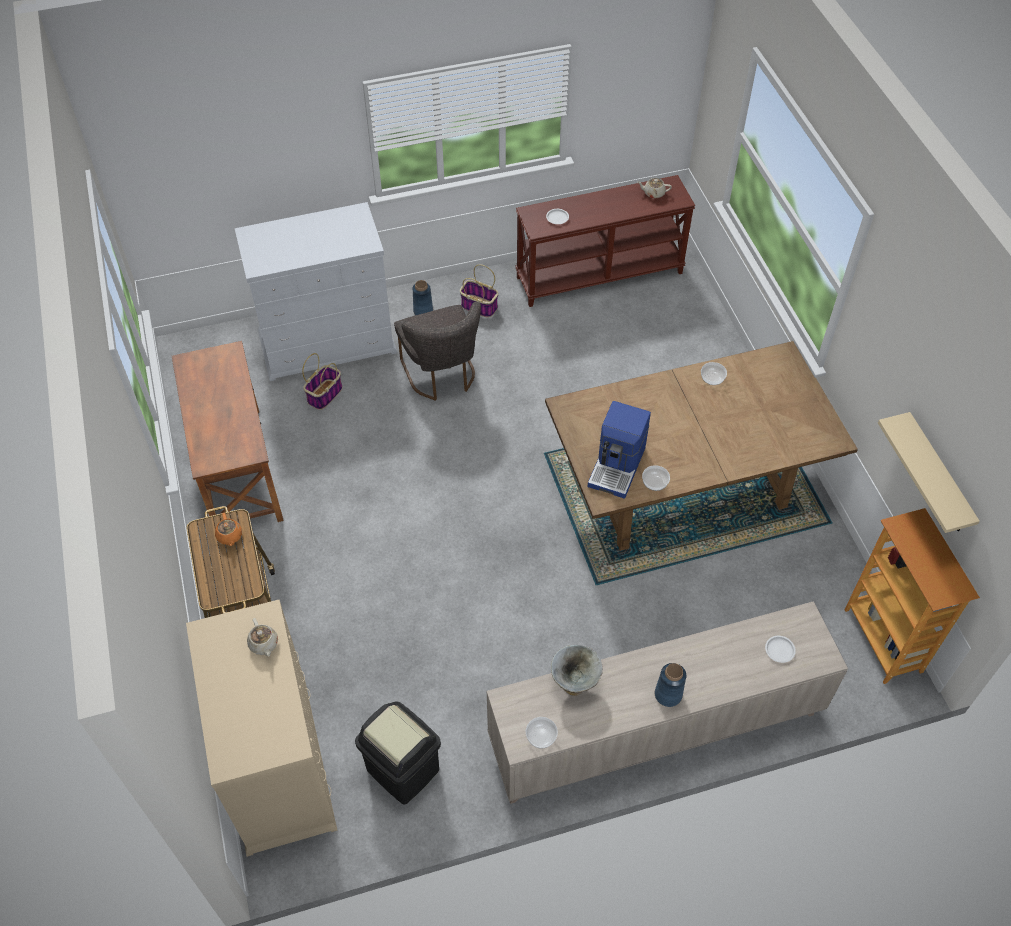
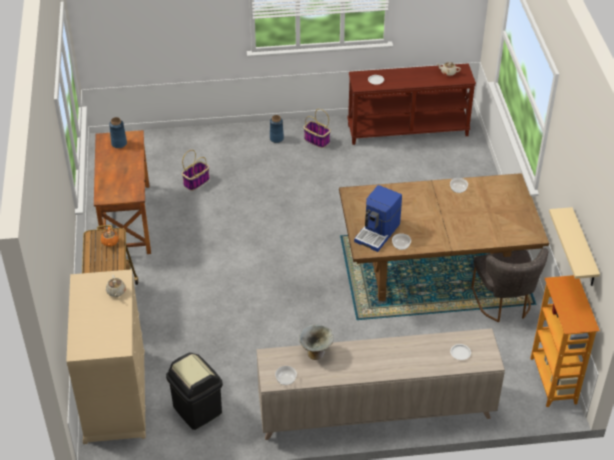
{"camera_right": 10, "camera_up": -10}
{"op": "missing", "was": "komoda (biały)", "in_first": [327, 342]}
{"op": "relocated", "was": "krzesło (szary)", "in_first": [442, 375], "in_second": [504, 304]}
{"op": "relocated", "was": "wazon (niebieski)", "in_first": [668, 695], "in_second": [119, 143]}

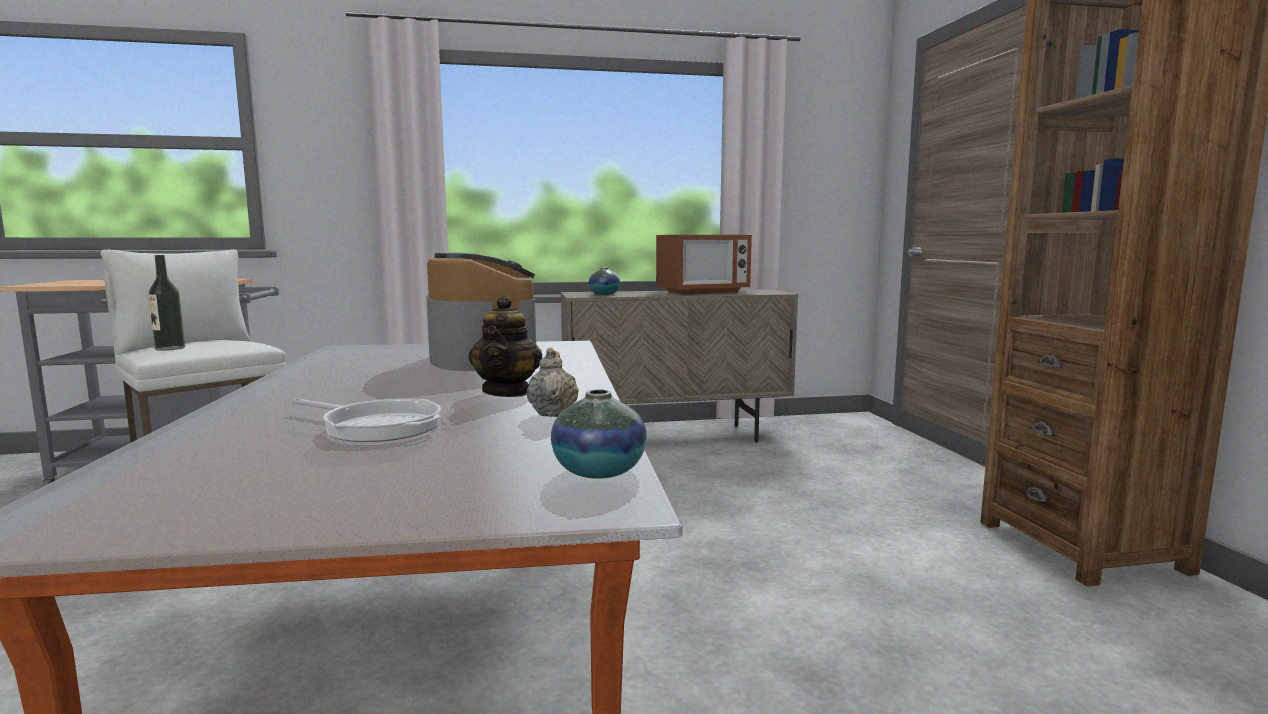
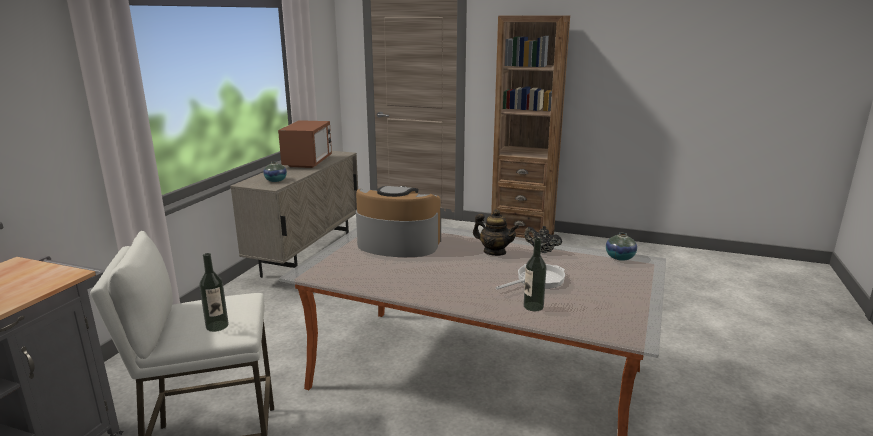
{"camera_right": -60, "camera_up": 10}
{"op": "colour", "was": "imbryk (beżowy)", "now": "imbryk (czarny)", "in_first": [553, 413], "in_second": [542, 251]}
{"op": "appeared", "now": "butelka", "in_second": [533, 306]}

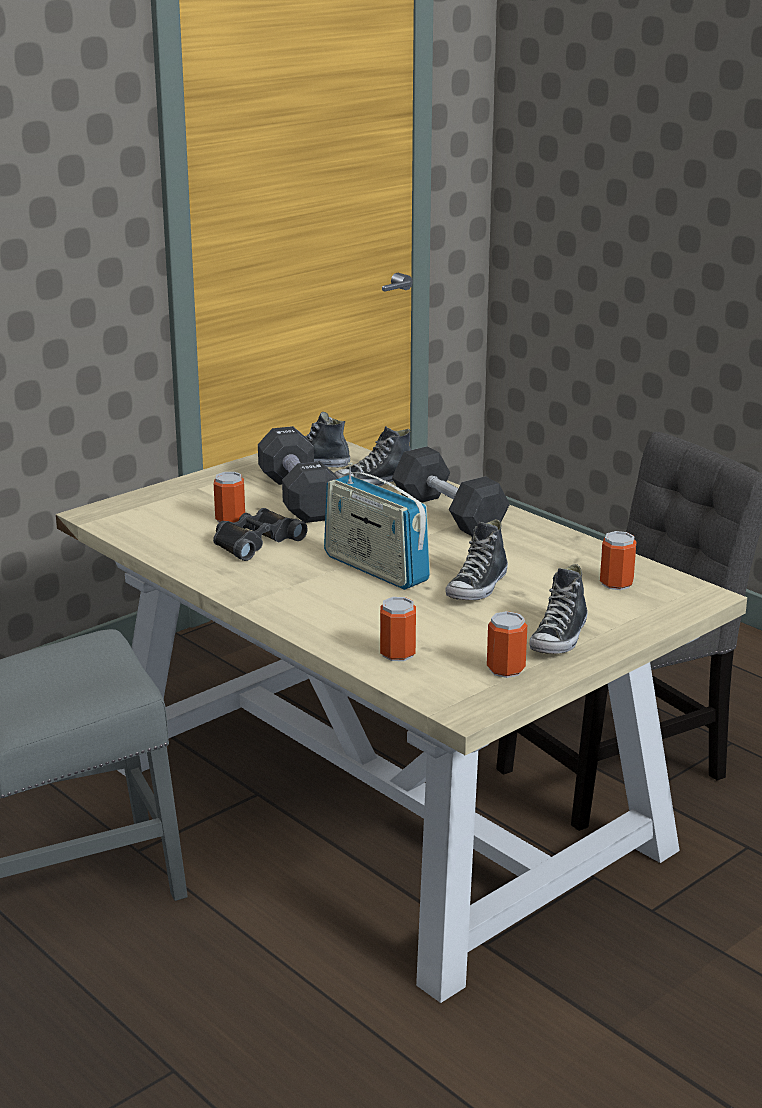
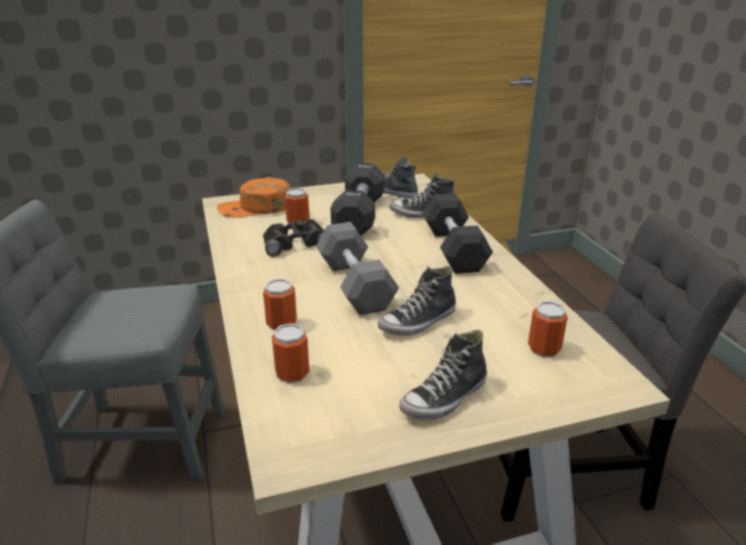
{"camera_right": 25, "camera_up": 5}
{"op": "exchanged", "was": "radio", "now": "hantel (szary)", "in_first": [375, 569], "in_second": [355, 285]}
{"op": "relocated", "was": "puszka", "in_first": [506, 669], "in_second": [281, 324]}
{"op": "appeared", "now": "czapka z daszkiem (pomarańczowy)", "in_second": [255, 207]}

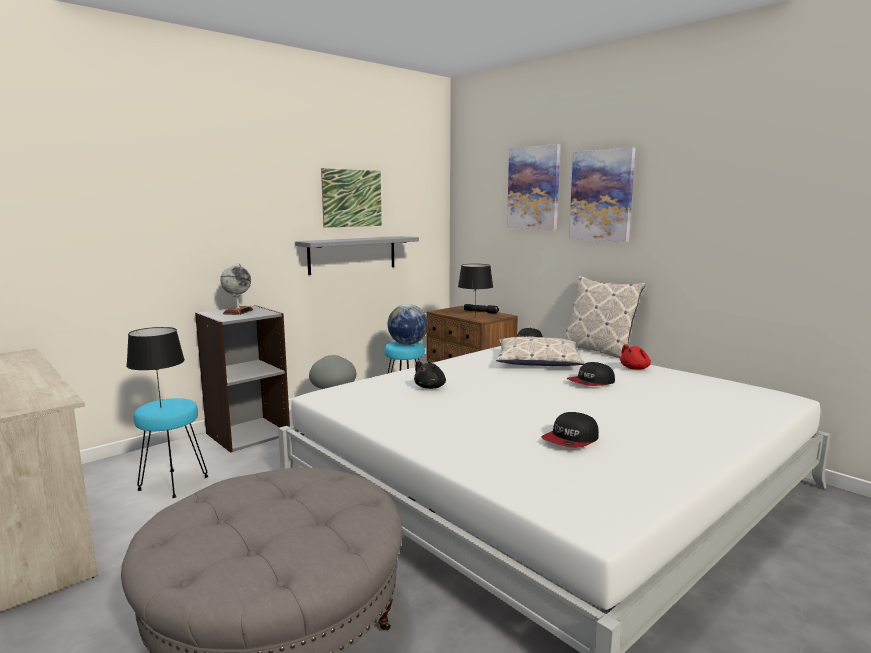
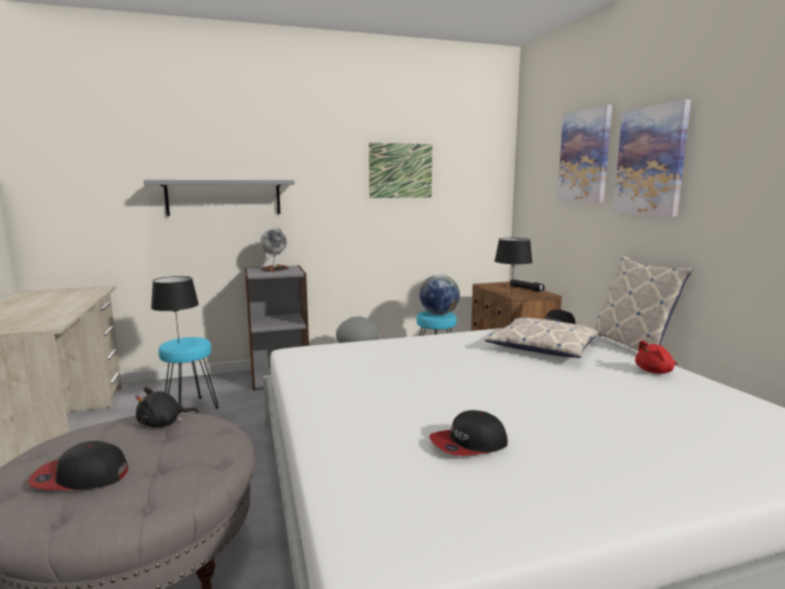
{"camera_right": 25, "camera_up": 0}
{"op": "relocated", "was": "półka (szary)", "in_first": [352, 254], "in_second": [224, 197]}
{"op": "relocated", "was": "pluszak (czarny)", "in_first": [431, 387], "in_second": [163, 423]}
{"op": "relocated", "was": "czapka z daszkiem", "in_first": [591, 382], "in_second": [80, 477]}

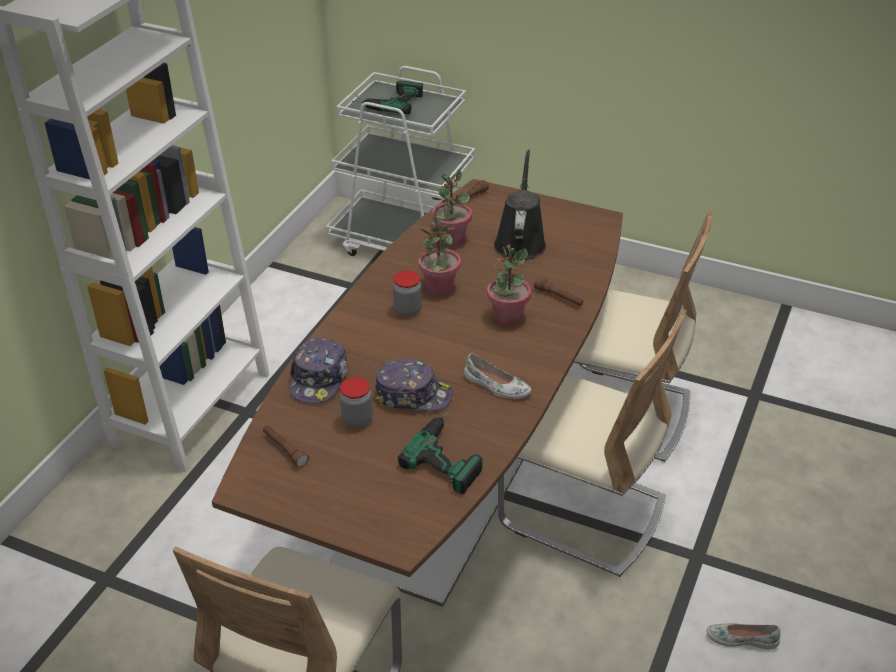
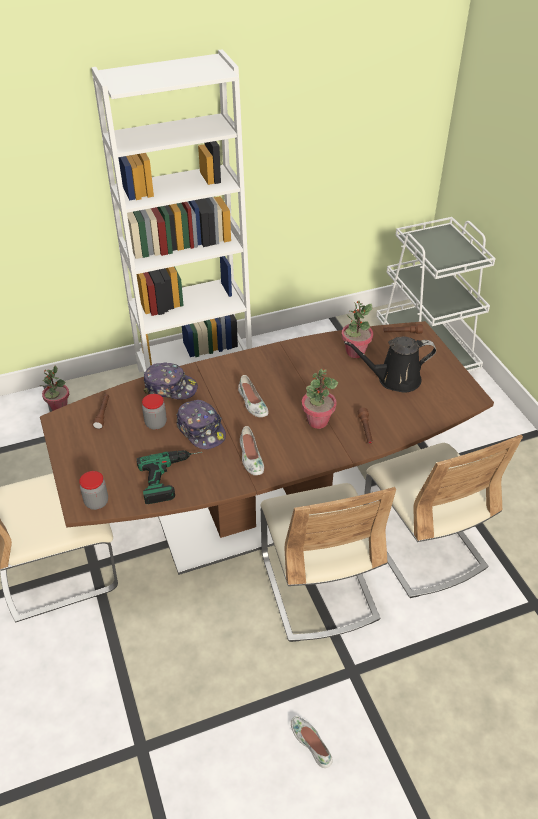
{"camera_right": 45, "camera_up": 5}
{"op": "spun", "was": "czapka z daszkiem", "in_first": [319, 379], "in_second": [170, 387], "clockwise": -135}
{"op": "missing", "was": "wiertarka", "in_first": [387, 102]}
{"op": "relocated", "was": "słoik", "in_first": [407, 310], "in_second": [96, 502]}
{"op": "relocated", "was": "roślina doniczkowa", "in_first": [439, 287], "in_second": [59, 407]}
{"op": "spun", "was": "konewka (czarny)", "in_first": [520, 242], "in_second": [394, 379], "clockwise": -150}
{"op": "appeared", "now": "but (biały)", "in_second": [252, 403]}

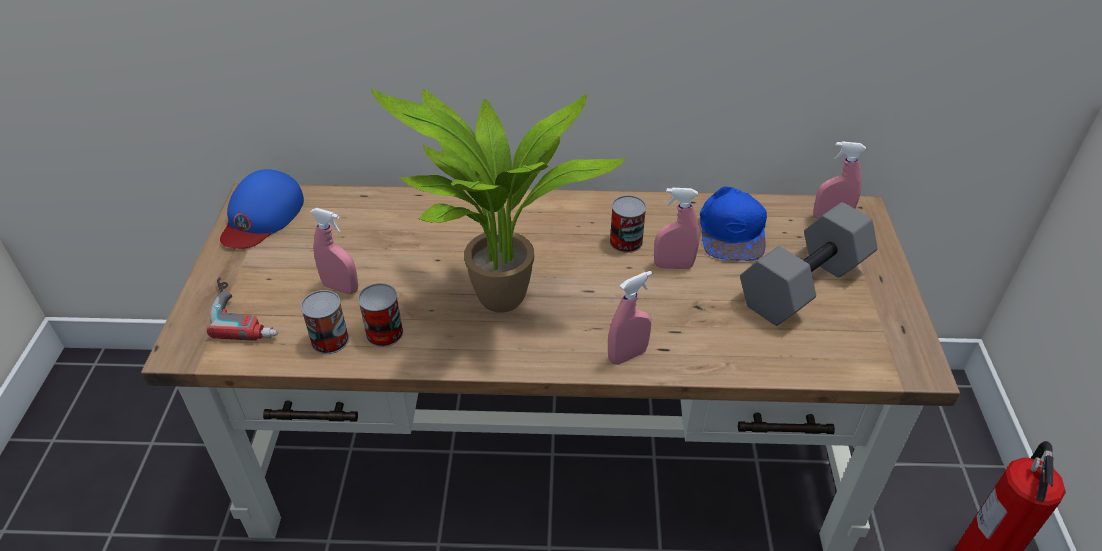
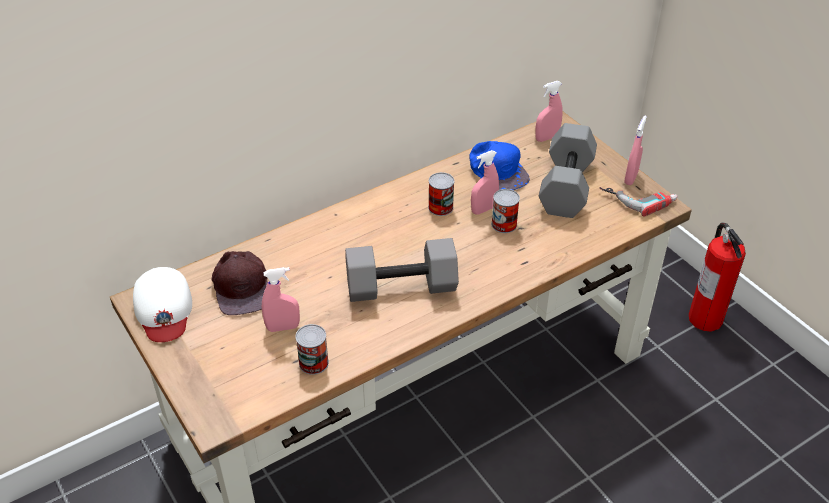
{"camera_right": -35, "camera_up": 0}
{"op": "relocated", "was": "wiertarka", "in_first": [248, 312], "in_second": [638, 197]}
{"op": "colour", "was": "czapka z daszkiem (niebieski)", "now": "czapka z daszkiem (biały)", "in_first": [262, 216], "in_second": [164, 309]}
{"op": "relocated", "was": "puszka", "in_first": [384, 333], "in_second": [504, 224]}
{"op": "exchanged", "was": "roślina doniczkowa", "now": "hantel (szary)", "in_first": [499, 305], "in_second": [402, 285]}
{"op": "relocated", "was": "spryskiwacz (różowy)", "in_first": [627, 355], "in_second": [631, 178]}
{"op": "appeared", "now": "czapka z daszkiem (brązowy)", "in_second": [242, 286]}

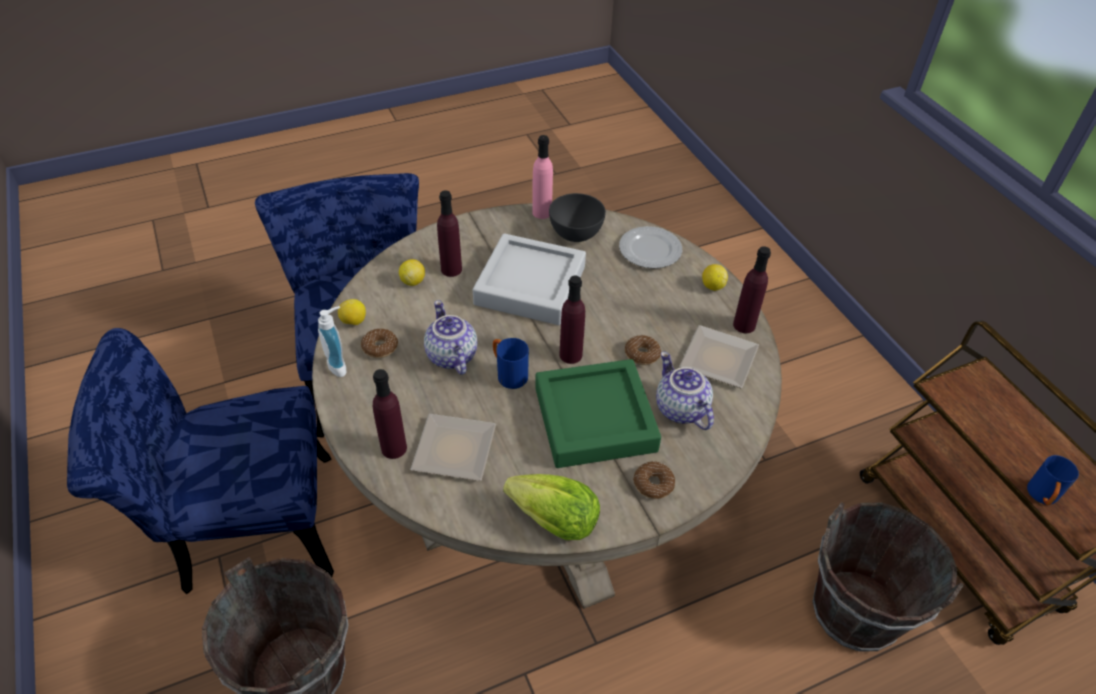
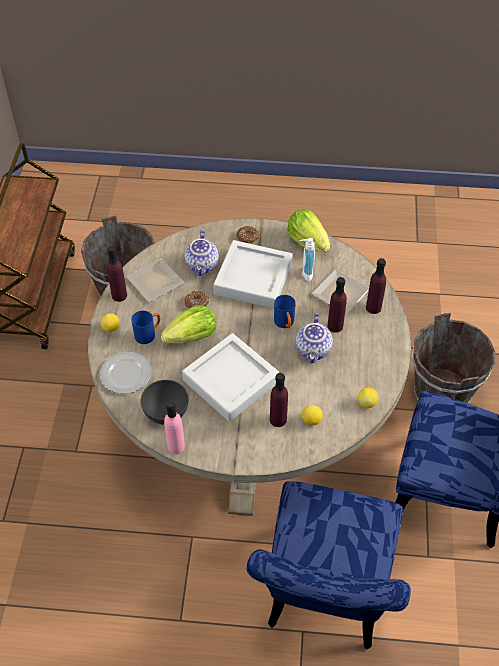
{"camera_right": -150, "camera_up": 5}
{"op": "relocated", "was": "dozownik mydła", "in_first": [340, 365], "in_second": [305, 274]}
{"op": "missing", "was": "donut", "in_first": [380, 347]}
{"op": "colour", "was": "taca (zielony)", "now": "taca (szary)", "in_first": [595, 419], "in_second": [253, 279]}
{"op": "relocated", "was": "butelka (fioletowy)", "in_first": [570, 355], "in_second": [335, 326]}
{"op": "relocated", "was": "kubek (niebieski)", "in_first": [1042, 497], "in_second": [148, 334]}
{"op": "appeared", "now": "sałata", "in_second": [192, 337]}

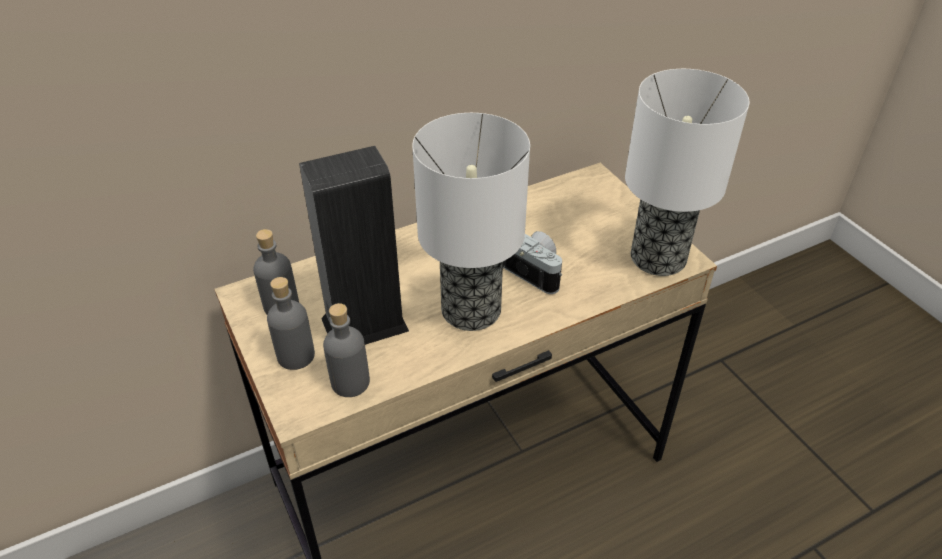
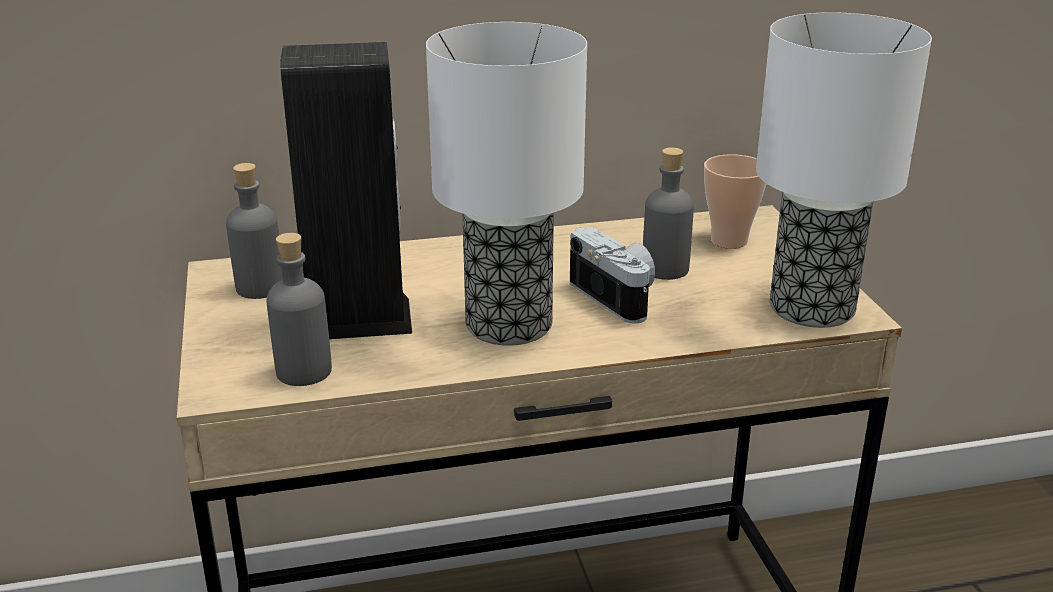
{"camera_right": 15, "camera_up": -15}
{"op": "relocated", "was": "butelka (szary)", "in_first": [296, 355], "in_second": [665, 269]}
{"op": "appeared", "now": "filiżanka", "in_second": [729, 241]}

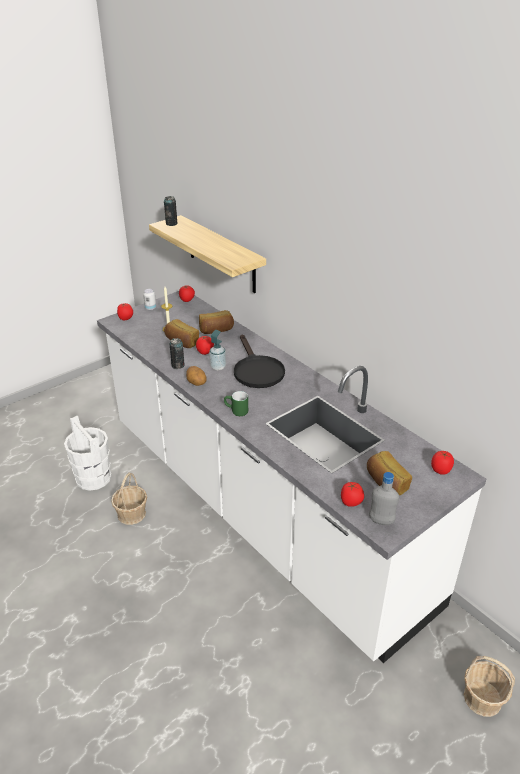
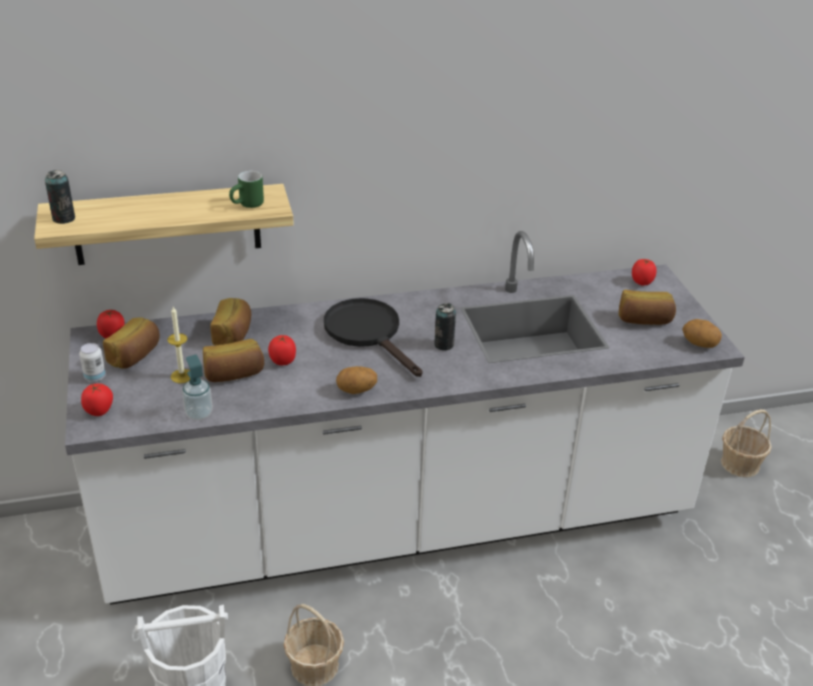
{"camera_right": -65, "camera_up": 0}
{"op": "relocated", "was": "puszka", "in_first": [178, 365], "in_second": [444, 345]}
{"op": "relocated", "was": "dozownik mydła", "in_first": [218, 367], "in_second": [199, 414]}
{"op": "relocated", "was": "kubek (zielony)", "in_first": [236, 412], "in_second": [248, 206]}
{"op": "spun", "was": "patelnia (czarny)", "in_first": [256, 370], "in_second": [368, 333], "clockwise": -135}
{"op": "missing", "was": "pomidor", "in_first": [351, 503]}
{"op": "exchanged", "was": "butelka (szary)", "now": "ziemniak", "in_first": [381, 521], "in_second": [699, 344]}
{"op": "appeared", "now": "chleb", "in_second": [135, 355]}

